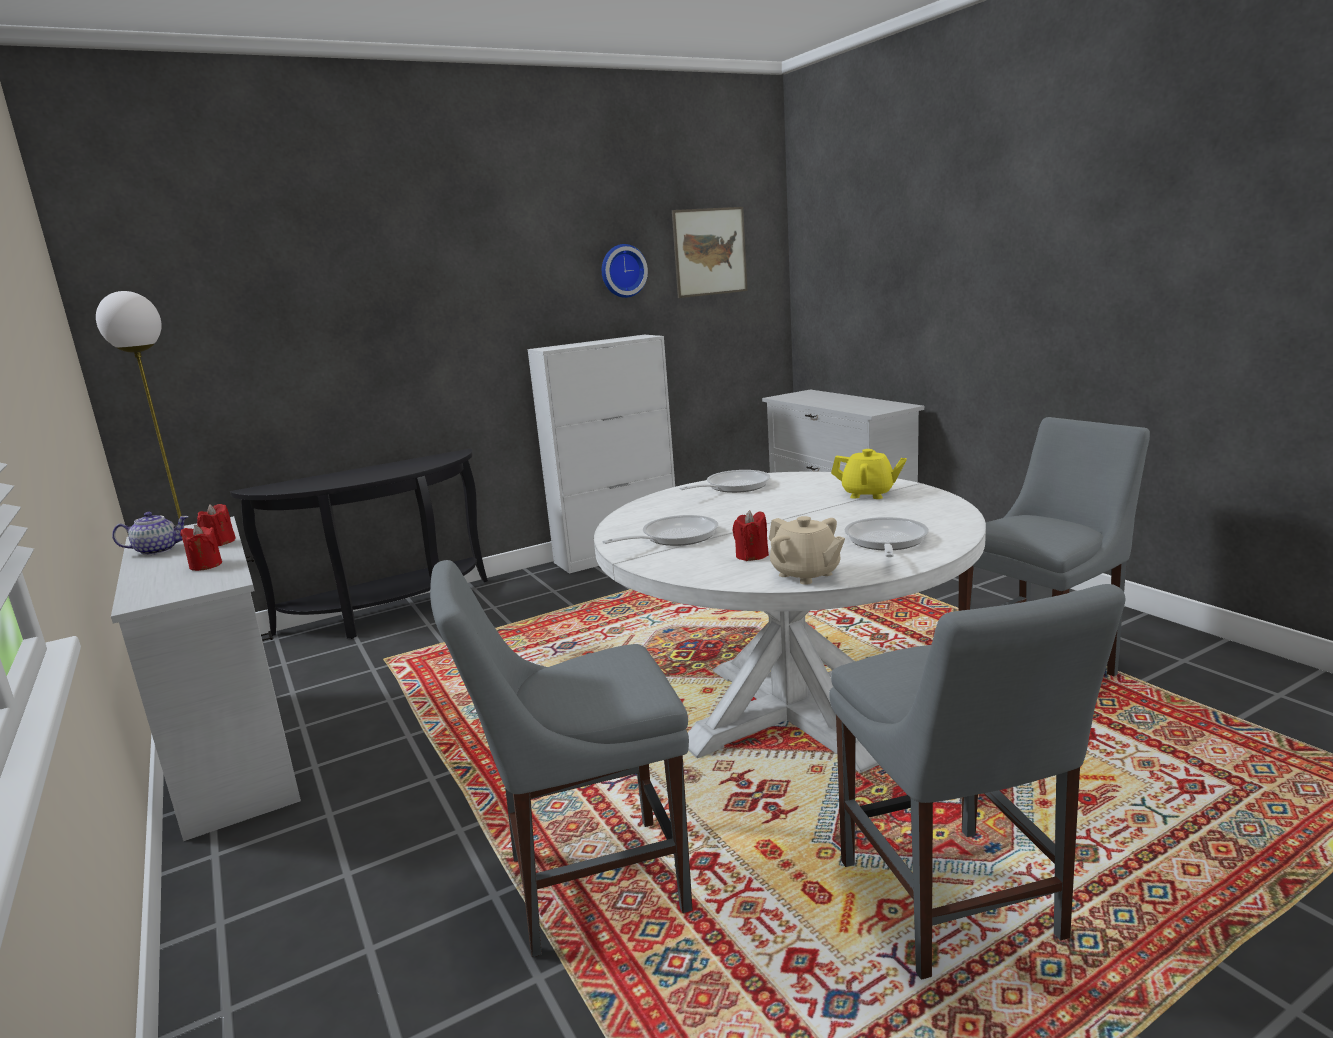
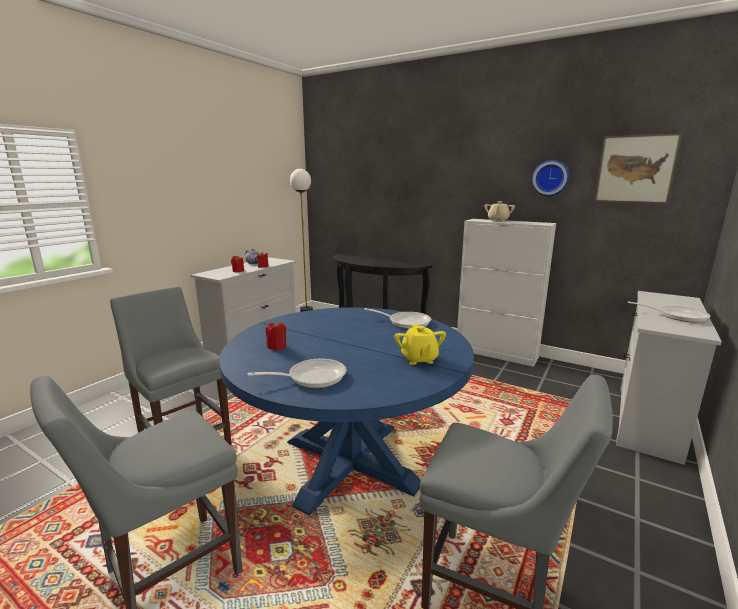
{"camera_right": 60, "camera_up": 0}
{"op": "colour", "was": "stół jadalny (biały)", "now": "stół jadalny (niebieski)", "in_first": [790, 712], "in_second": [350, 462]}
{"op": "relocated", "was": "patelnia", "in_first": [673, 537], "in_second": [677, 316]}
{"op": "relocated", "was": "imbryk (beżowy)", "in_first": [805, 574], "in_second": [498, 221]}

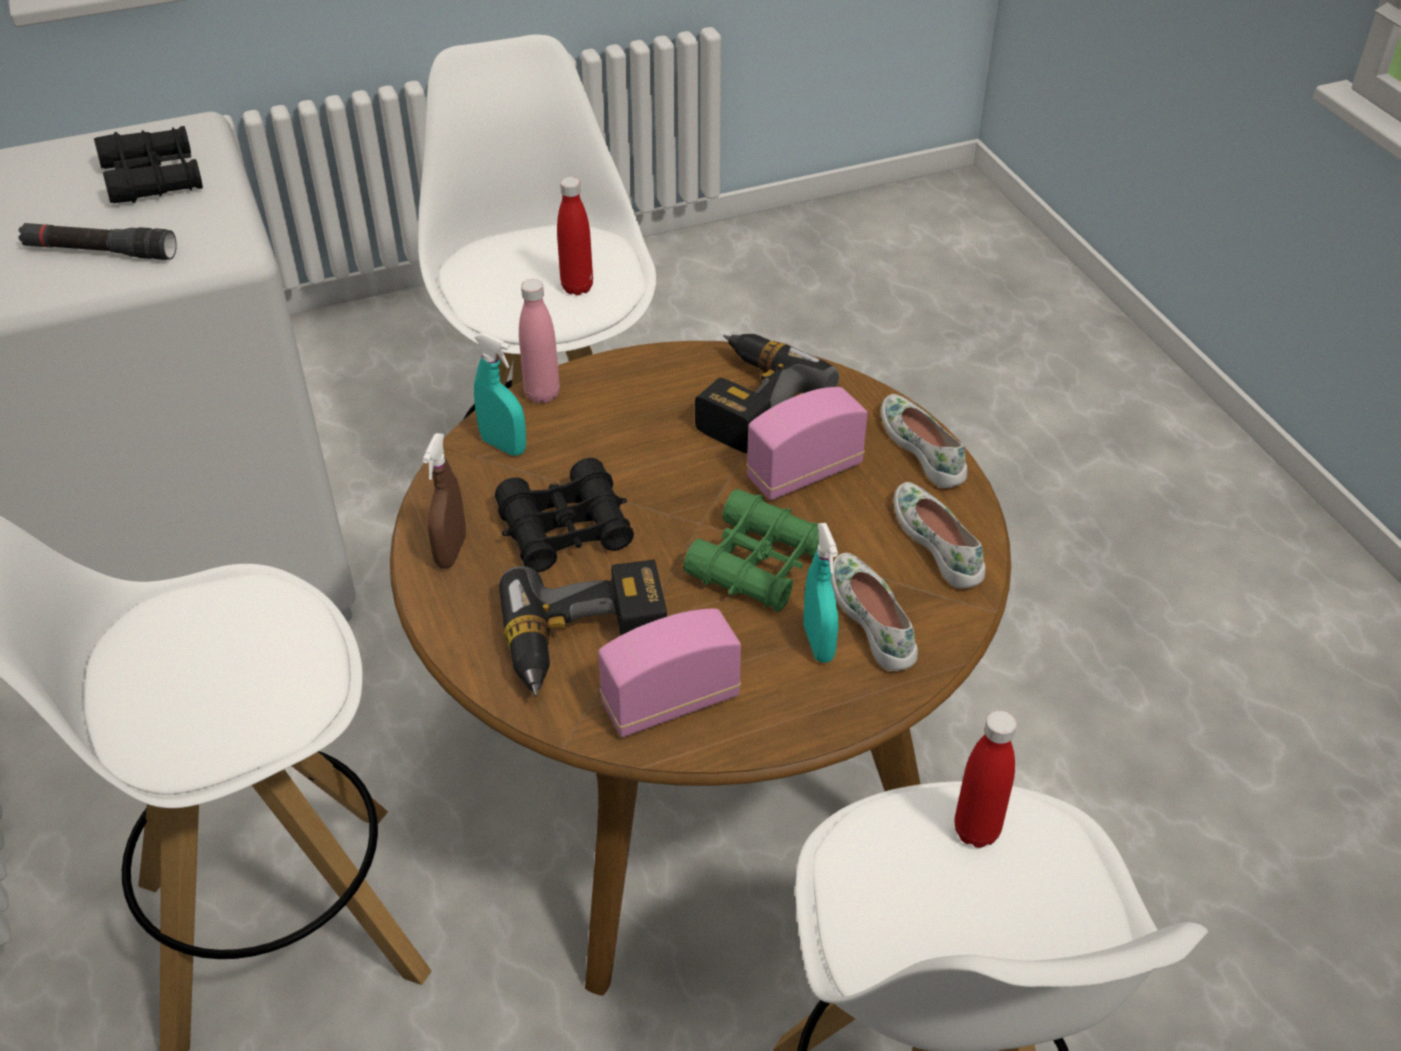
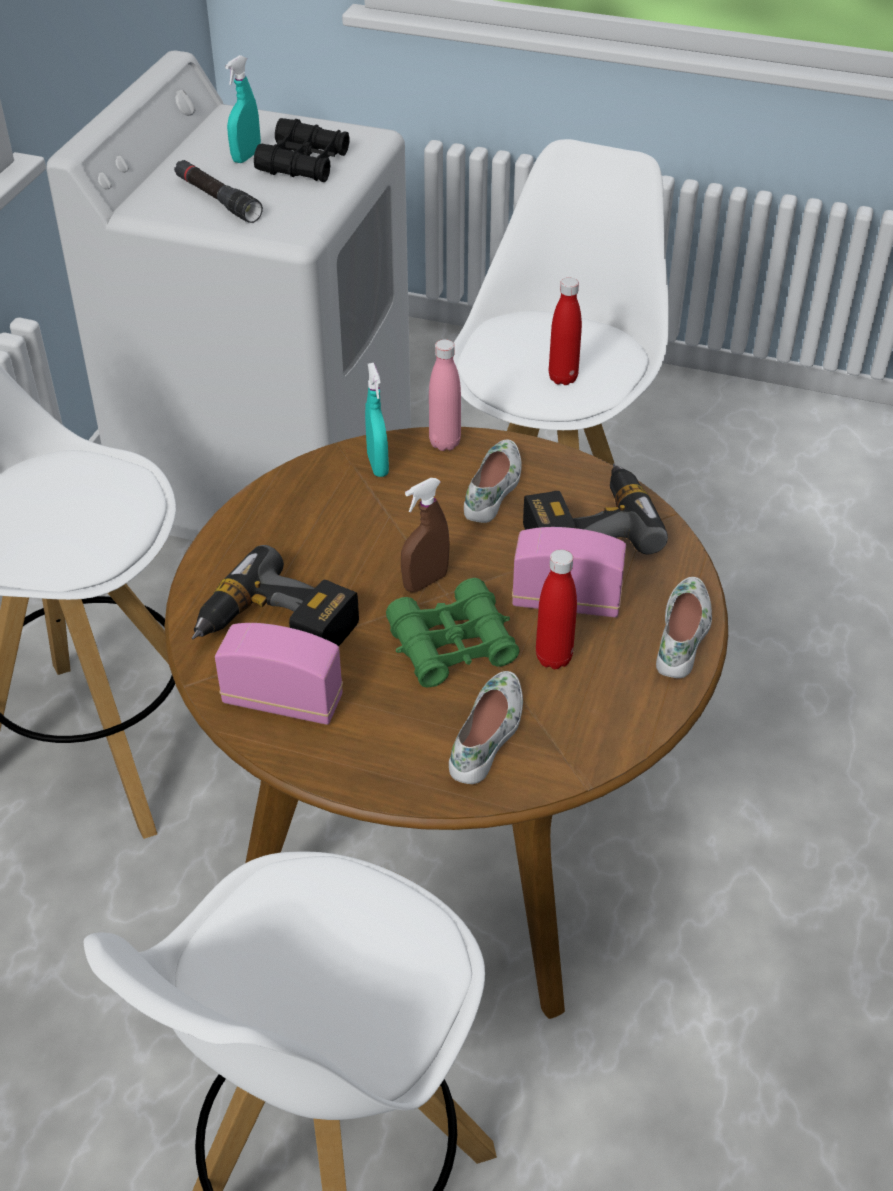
{"camera_right": 40, "camera_up": 0}
{"op": "relocated", "was": "spryskiwacz (brązowy)", "in_first": [451, 552], "in_second": [425, 582]}
{"op": "missing", "was": "lornetka (czarny)", "in_first": [565, 529]}
{"op": "relocated", "was": "spryskiwacz (turkusowy)", "in_first": [818, 643], "in_second": [246, 157]}
{"op": "relocated", "was": "but (biały)", "in_first": [938, 542], "in_second": [494, 489]}
{"op": "relocated", "was": "butelka (czerwony)", "in_first": [976, 831], "in_second": [553, 658]}

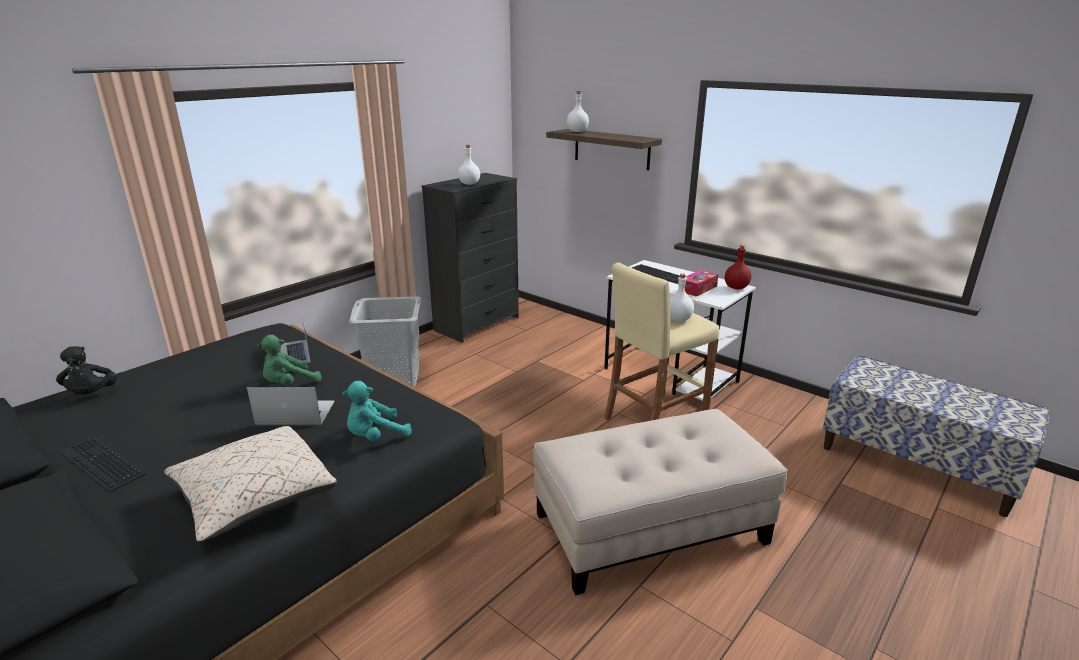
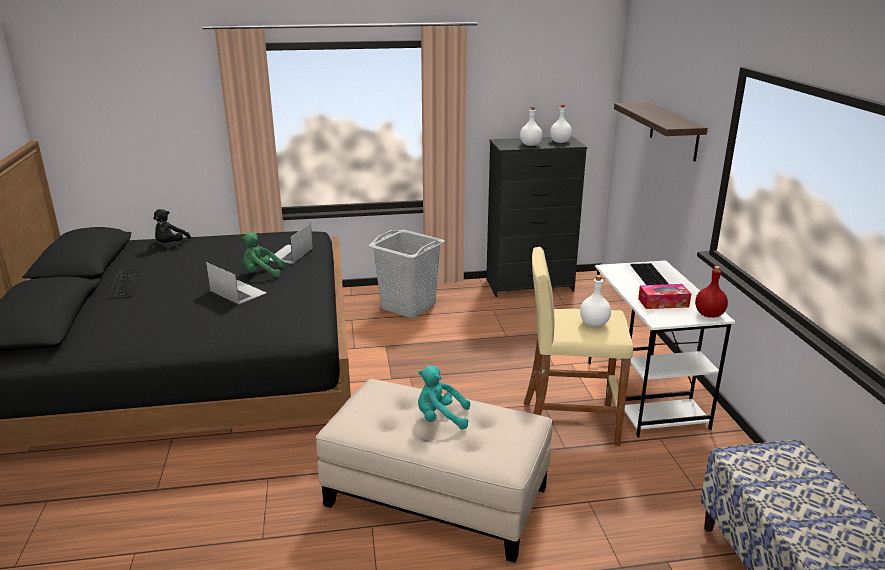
{"camera_right": 40, "camera_up": 0}
{"op": "missing", "was": "poduszka (beżowy)", "in_first": [255, 498]}
{"op": "relocated", "was": "pluszak (turkusowy)", "in_first": [375, 436], "in_second": [440, 418]}
{"op": "relocated", "was": "butelka (biały)", "in_first": [577, 131], "in_second": [560, 142]}

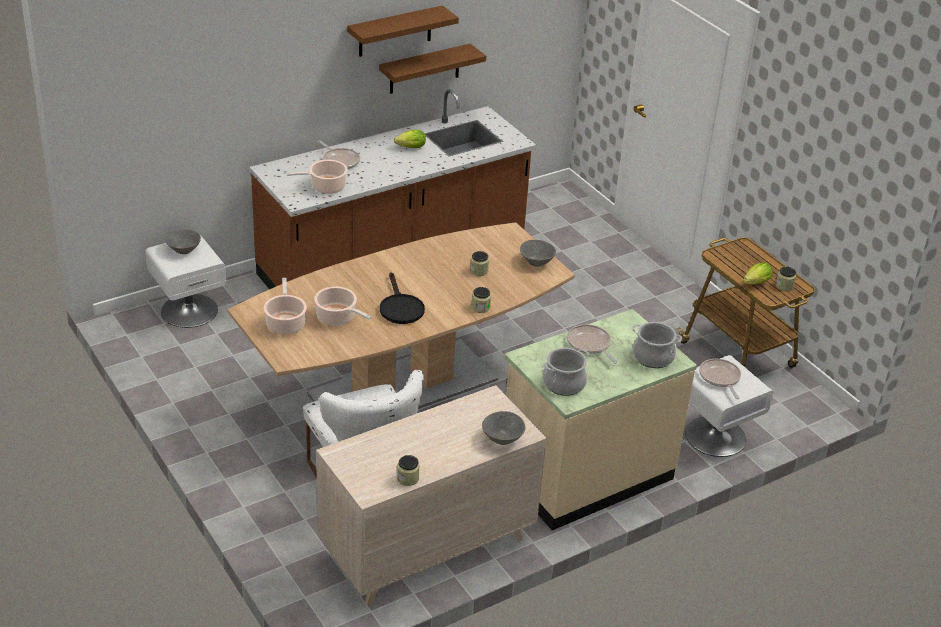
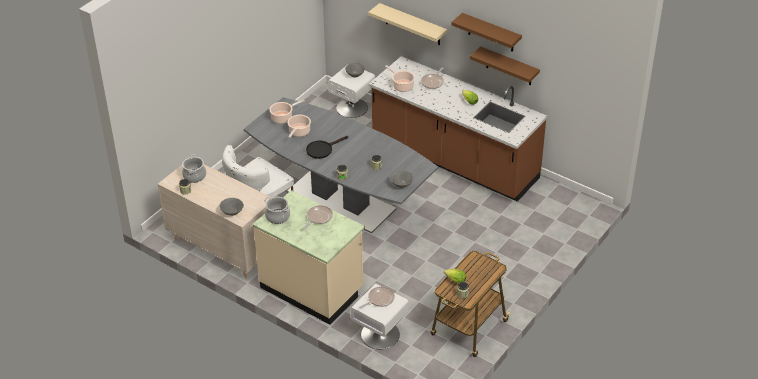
{"camera_right": 70, "camera_up": 5}
{"op": "colour", "was": "stół jadalny (brązowy)", "now": "stół jadalny (szary)", "in_first": [402, 387], "in_second": [340, 200]}
{"op": "relocated", "was": "garnek", "in_first": [653, 357], "in_second": [194, 176]}
{"op": "appeared", "now": "półka (beżowy)", "in_second": [412, 25]}

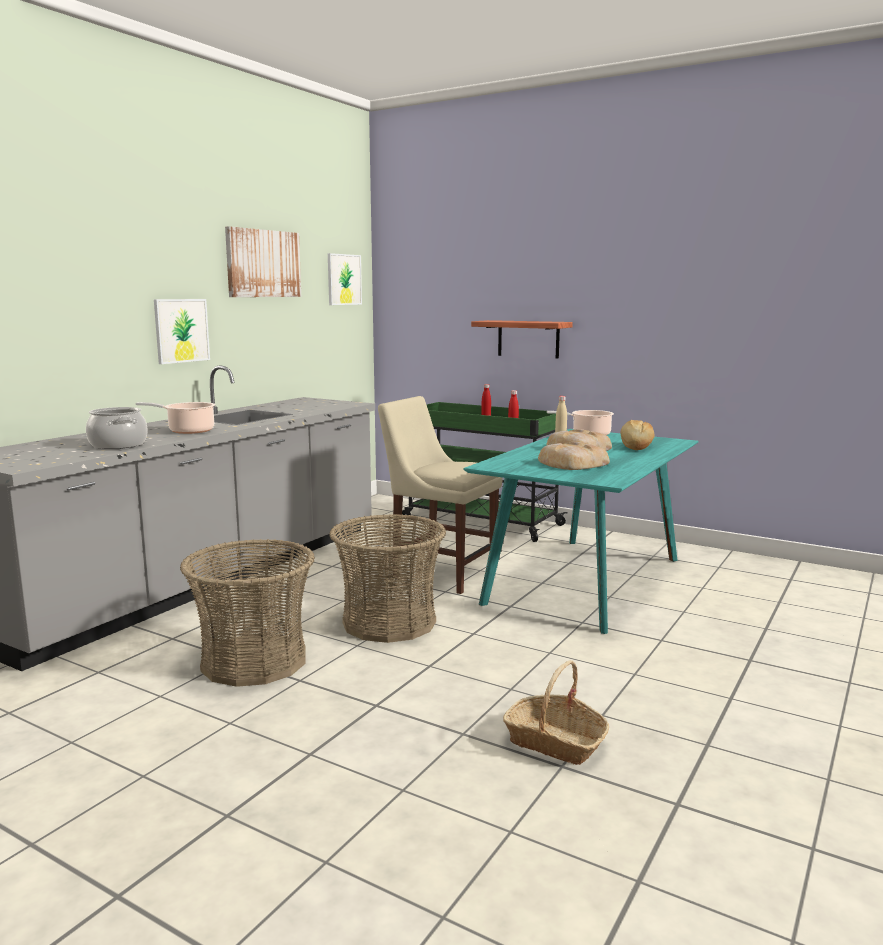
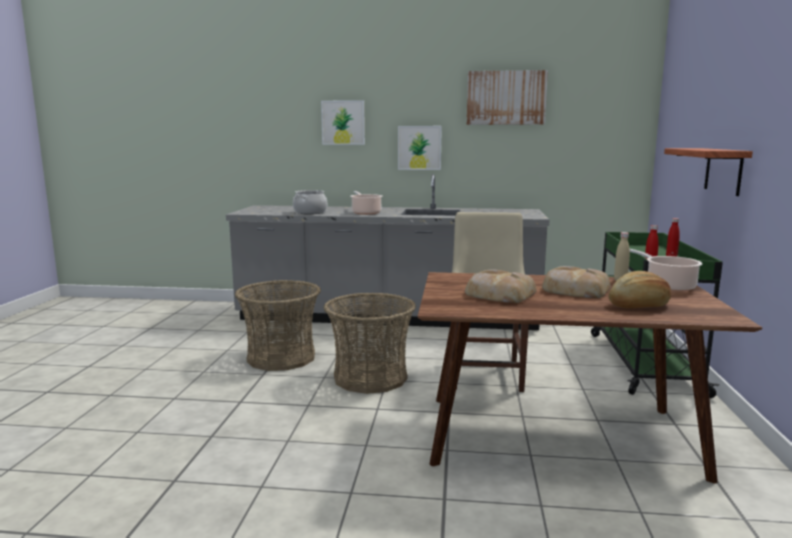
{"camera_right": 65, "camera_up": 0}
{"op": "relocated", "was": "obraz", "in_first": [344, 279], "in_second": [343, 122]}
{"op": "colour", "was": "stół jadalny (turkusowy)", "now": "stół jadalny (brązowy)", "in_first": [584, 580], "in_second": [559, 435]}
{"op": "missing", "was": "koszyk", "in_first": [555, 742]}

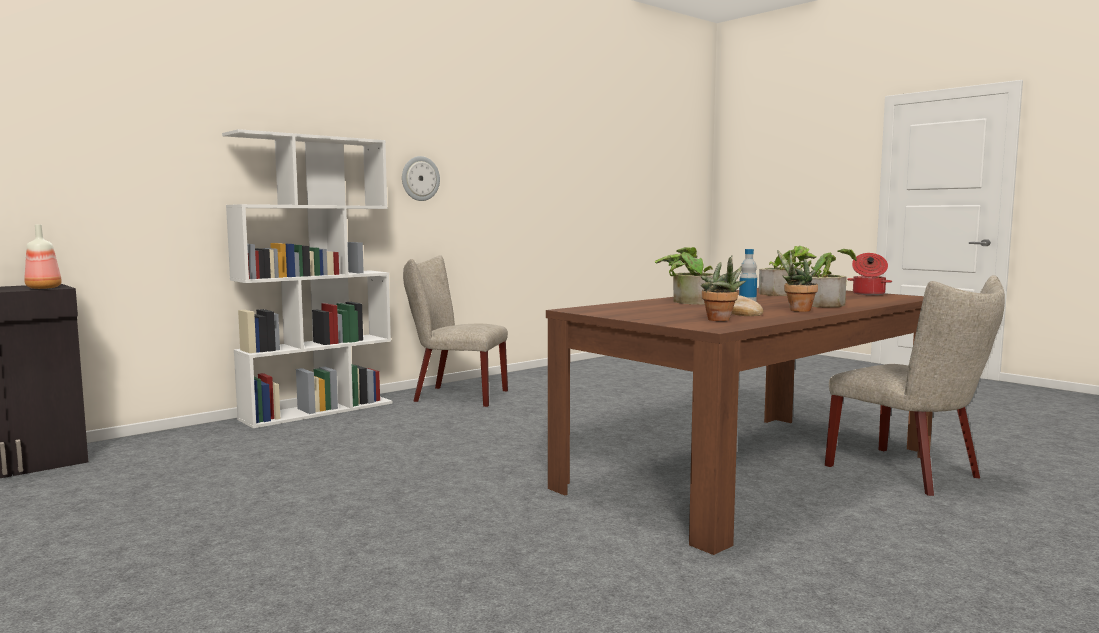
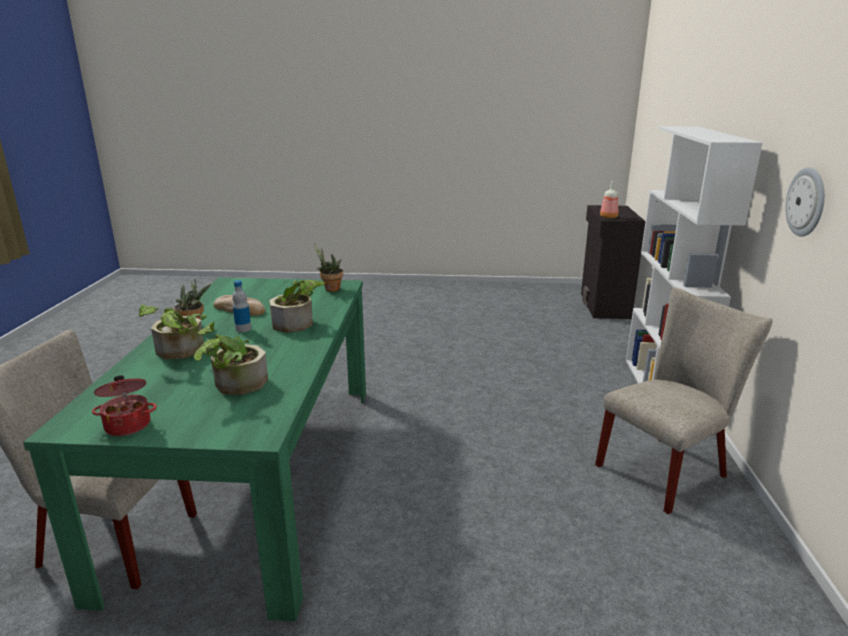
{"camera_right": 135, "camera_up": 15}
{"op": "colour", "was": "stół jadalny (brązowy)", "now": "stół jadalny (zielony)", "in_first": [752, 469], "in_second": [256, 475]}
{"op": "relocated", "was": "roślina doniczkowa", "in_first": [721, 320], "in_second": [330, 289]}

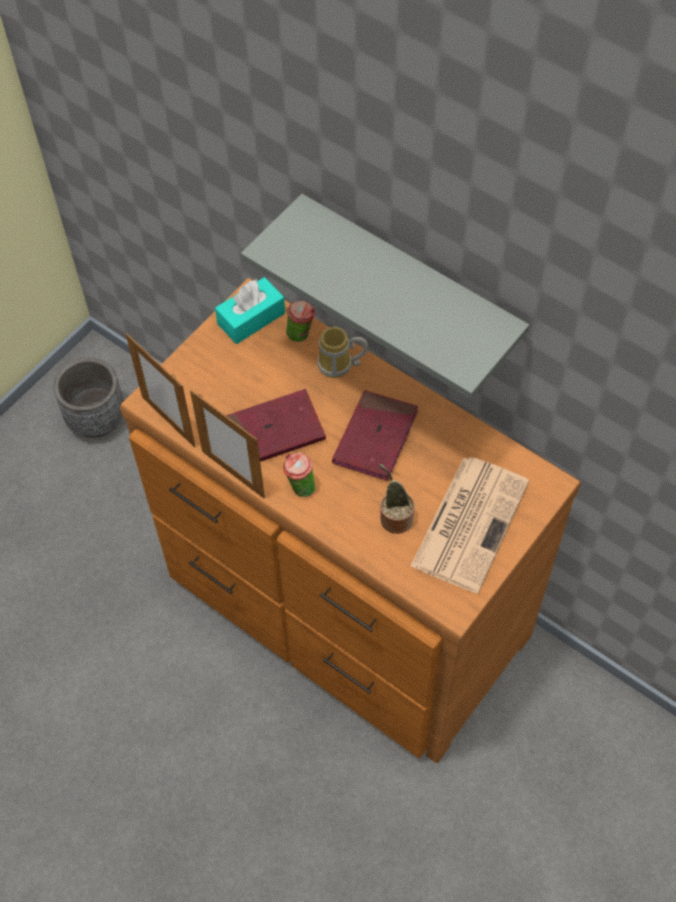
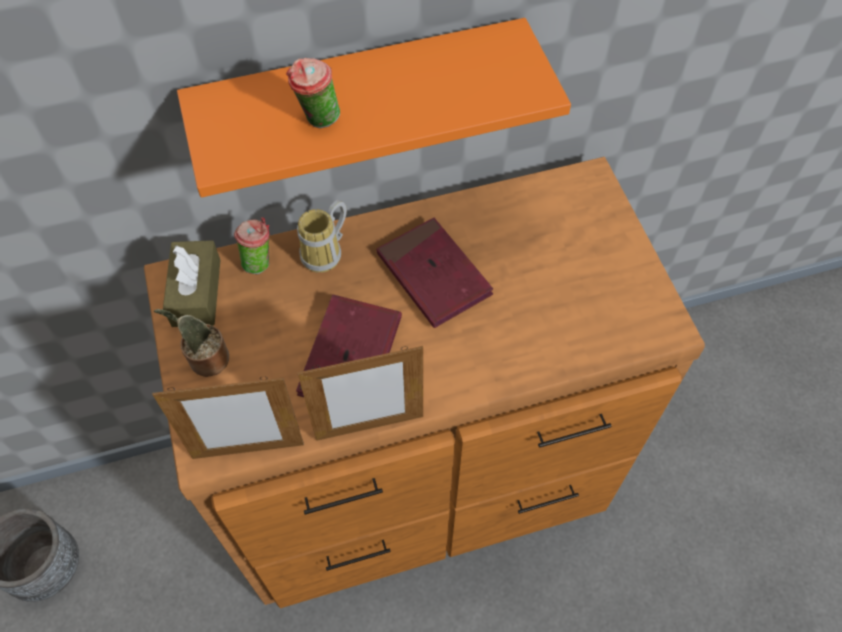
{"camera_right": -55, "camera_up": 0}
{"op": "colour", "was": "pudełko chusteczek (turkusowy)", "now": "pudełko chusteczek (brązowy)", "in_first": [251, 318], "in_second": [196, 292]}
{"op": "colour", "was": "półka (szary)", "now": "półka (pomarańczowy)", "in_first": [410, 285], "in_second": [360, 95]}
{"op": "relocated", "was": "filiżanka", "in_first": [299, 487], "in_second": [317, 120]}
{"op": "relocated", "was": "roślina doniczkowa", "in_first": [394, 517], "in_second": [206, 360]}
{"op": "missing", "was": "gazeta", "in_first": [470, 522]}

